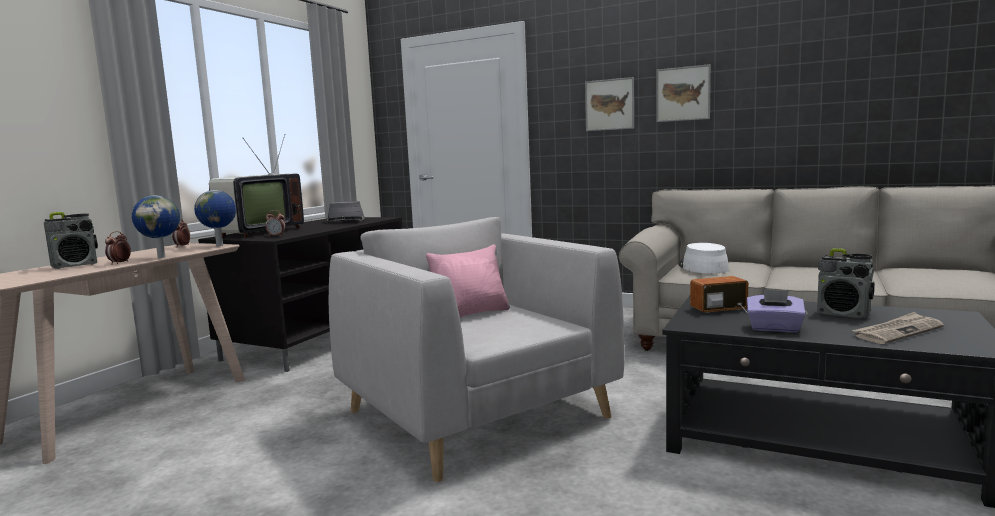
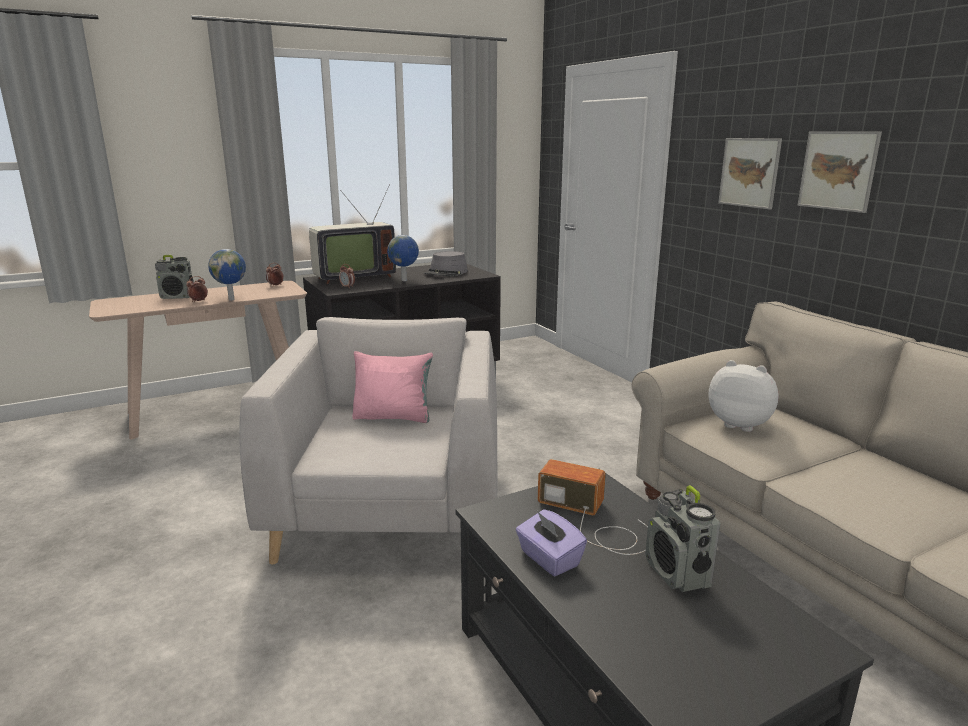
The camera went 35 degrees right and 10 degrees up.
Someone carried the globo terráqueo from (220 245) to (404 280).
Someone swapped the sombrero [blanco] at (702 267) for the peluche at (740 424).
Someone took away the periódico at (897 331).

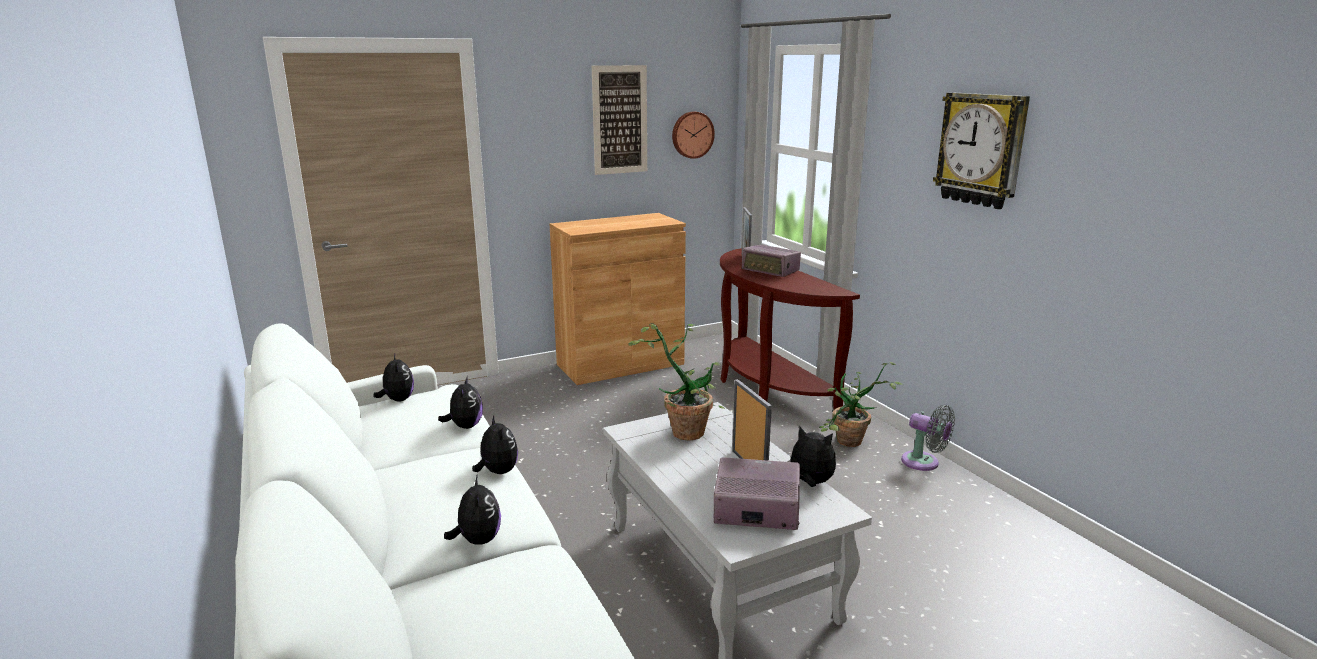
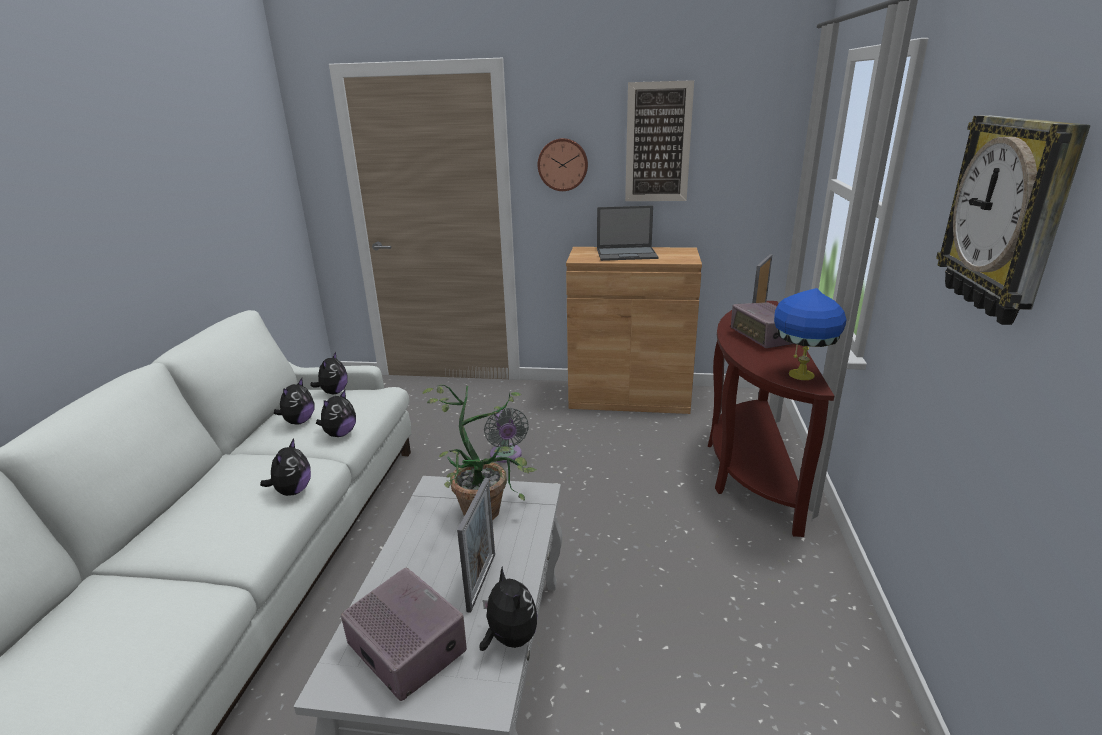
The camera went 35 degrees right and 5 degrees up.
Someone carried the reloj de pared from (692 134) to (563 164).
Someone took away the planta en maceta at (850 444).
Someone carried the ventilador [gris] from (924 463) to (506 456).
Someone carried the peluche from (478 540) to (299 421).
Someone put down the portátil at (627 254).
Someone put down the lámpara de mesa [azul] at (799 374).

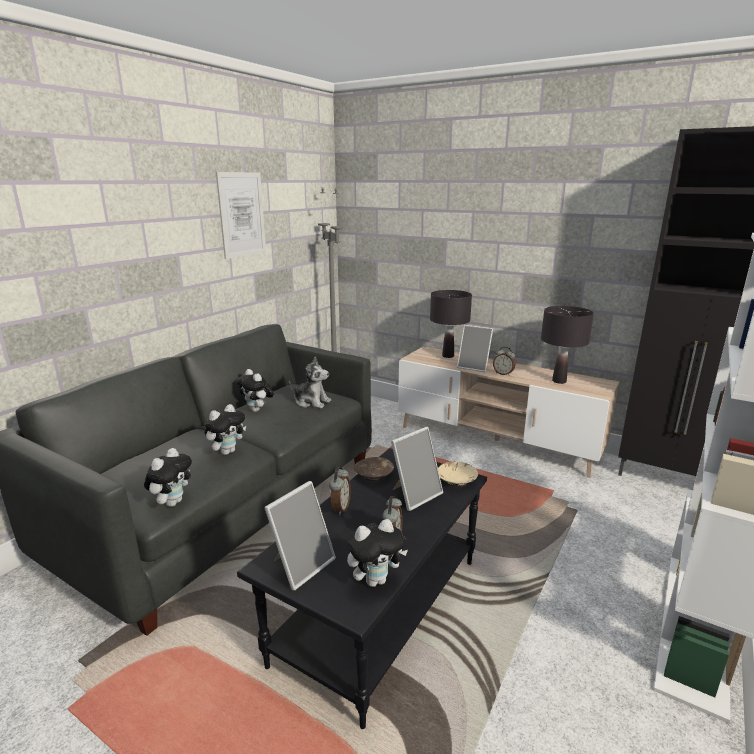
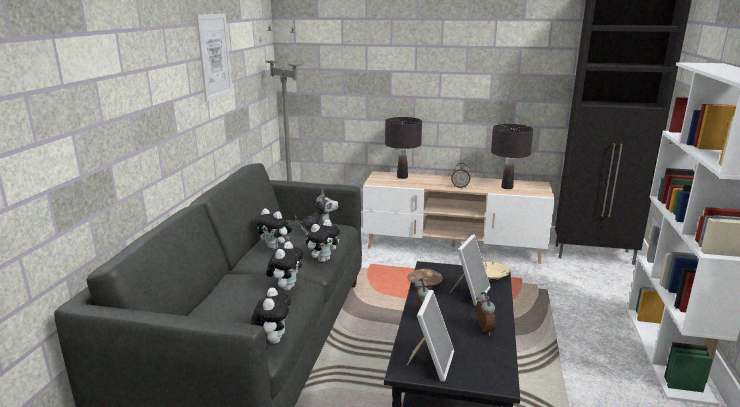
The camera went 20 degrees left and 0 degrees up.
Someone took away the portarretratos at (474 367).
Someone carried the peluche from (376 580) to (323 259).

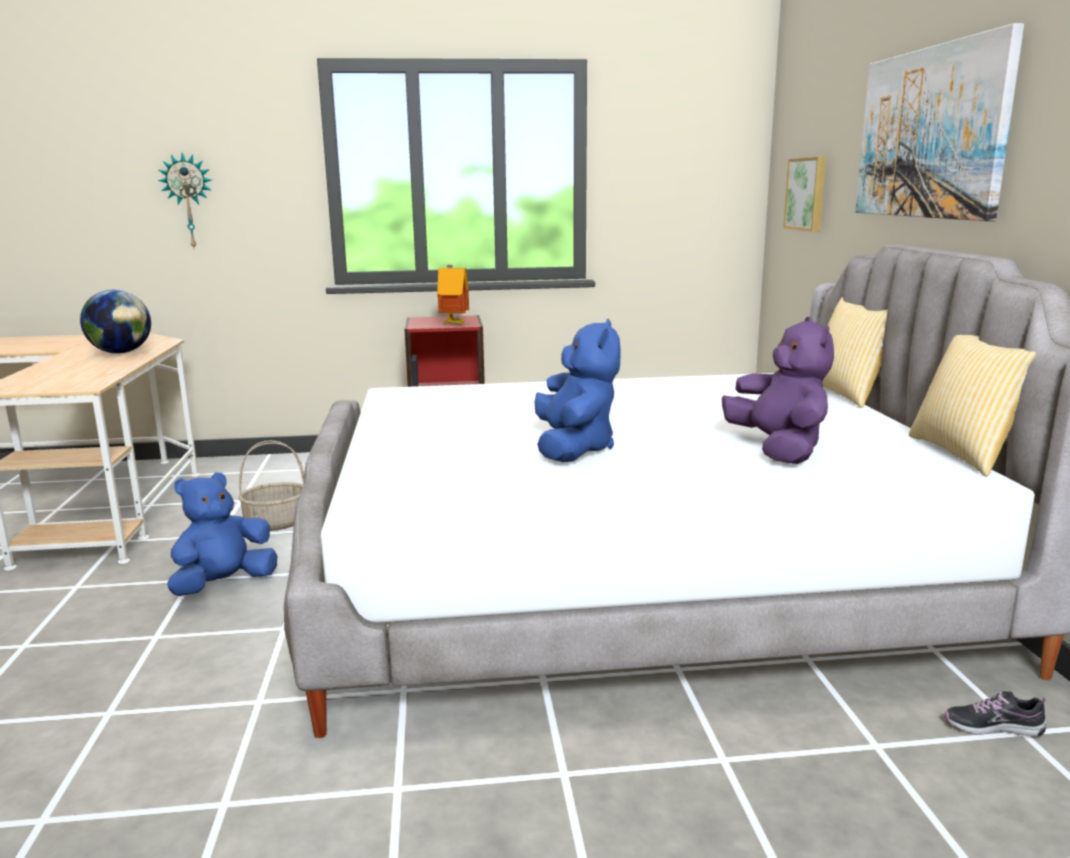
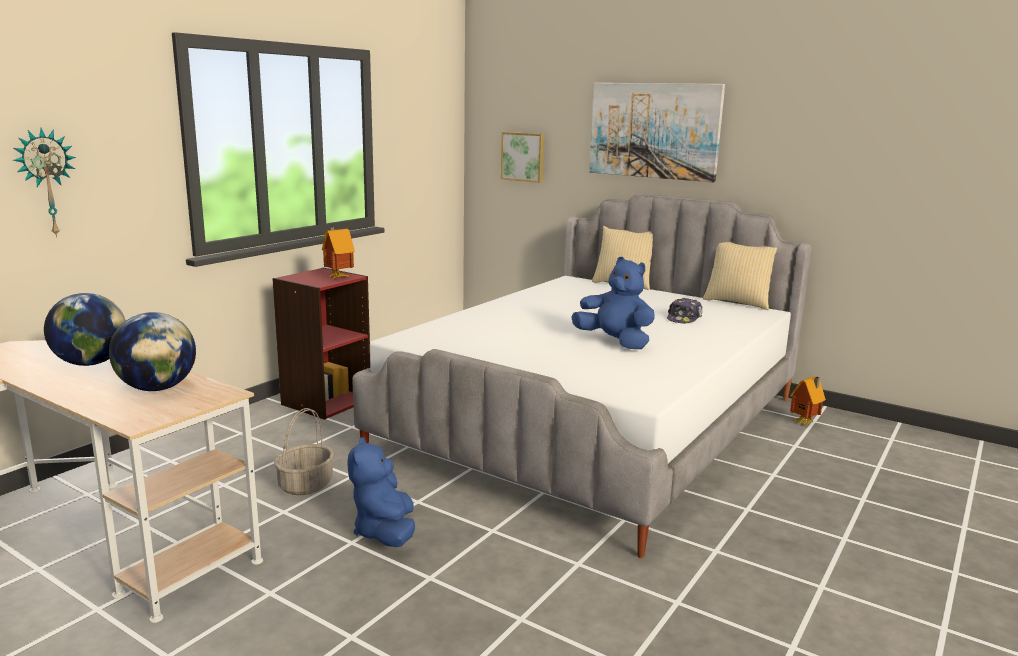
The camera went 50 degrees left and 0 degrees up.
Someone swapped the peluche [morado] at (778 450) for the gorra at (684 318).
Someone swapped the zapato at (992 727) for the casita at (805 423).
Someone put down the globo terráqueo at (157 388).

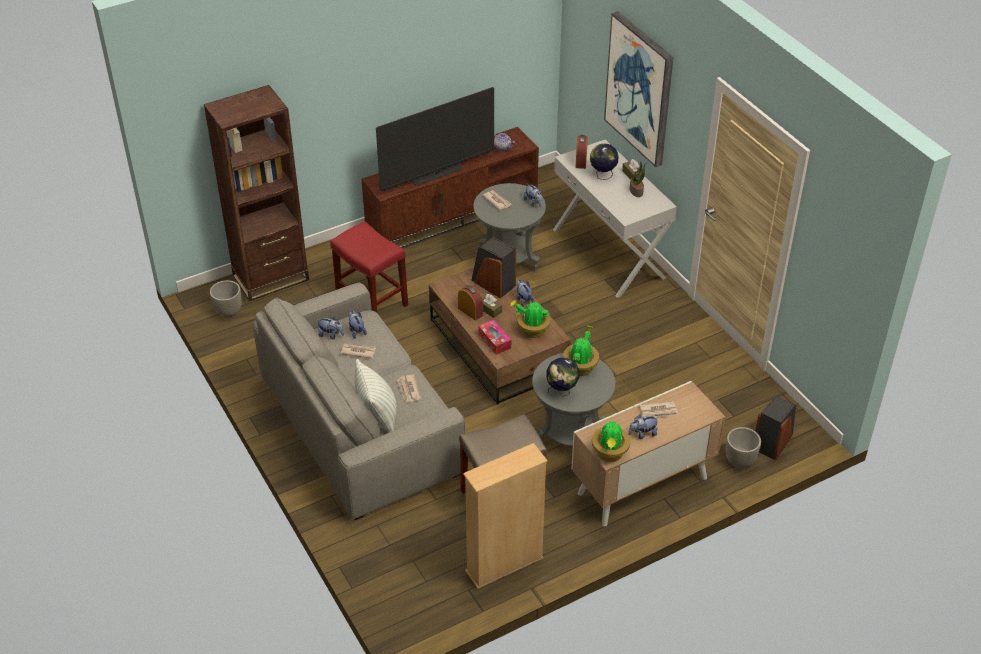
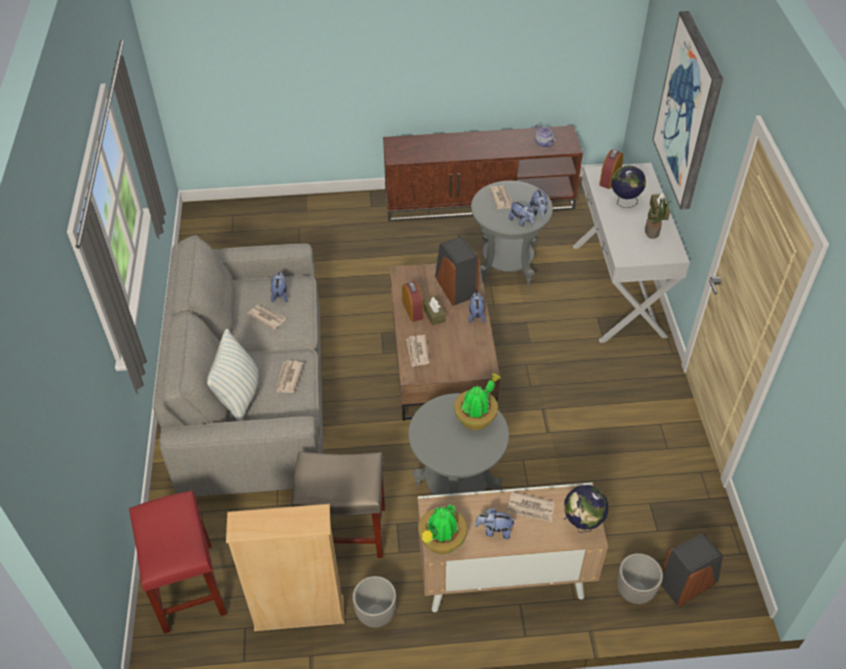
The camera went 25 degrees right and 5 degrees up.
Someone took away the estantería [marrón] at (271 278).
Someone took away the televisor at (437 174).
Someone carried the taburete [rojo] from (371 300) to (187 586).
Someone carried the maceta from (228 311) to (376 614).
Someone took away the planta en maceta at (532 330).
Someone carried the peluche from (331 335) to (521 222).
Someone swapped the caja de pañuelos at (494 341) for the periódico at (417 352).
Someone carried the globo terráqueo from (562 392) to (582 525).

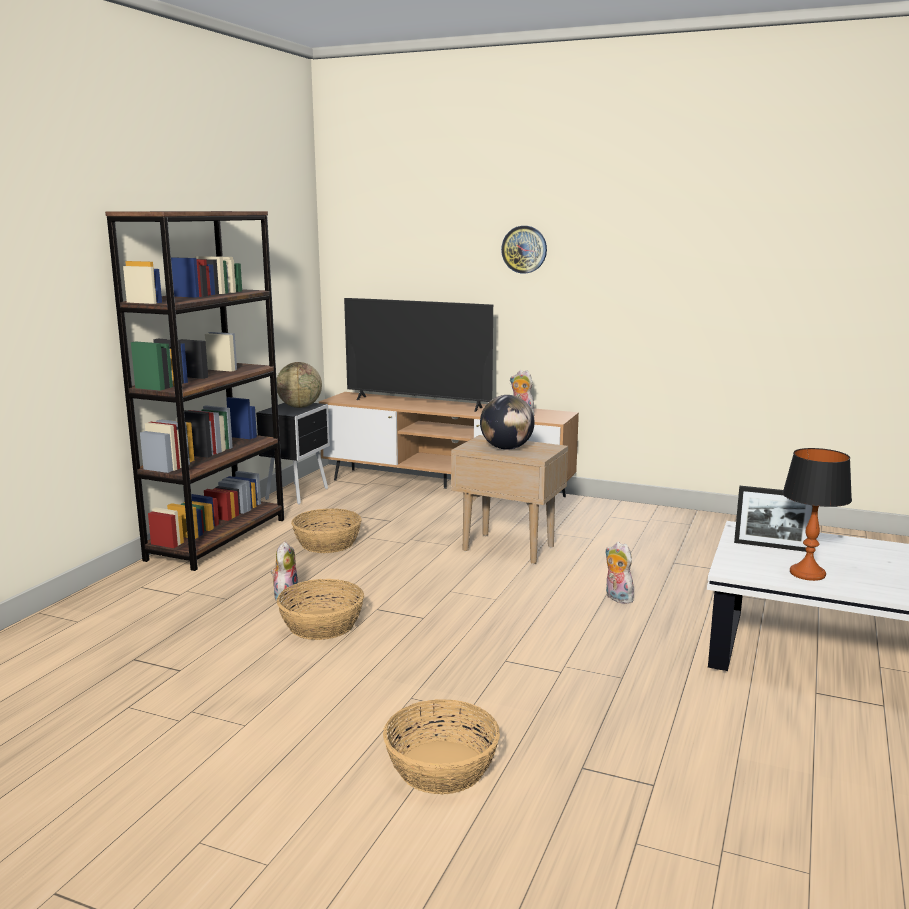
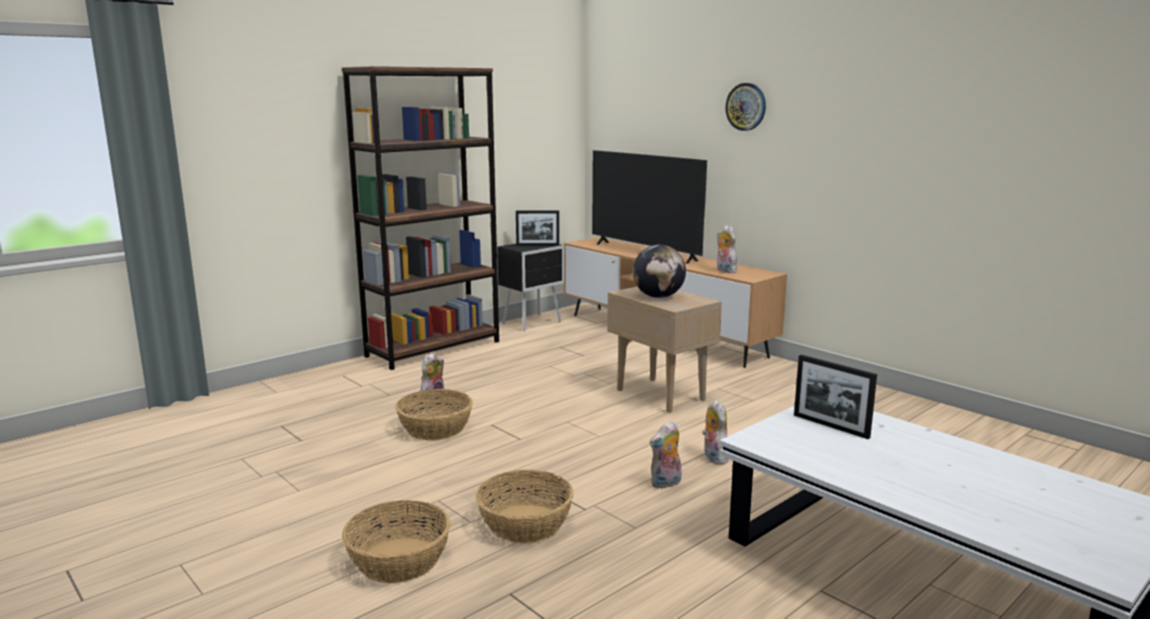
The camera went 25 degrees right and 0 degrees up.
Someone swapped the globo terráqueo at (300 407) for the portarretratos at (537 245).
Someone took away the lámpara de mesa at (807 574).
Someone carried the cesta from (327 543) to (526 523).
Someone put down the peluche at (666 483).

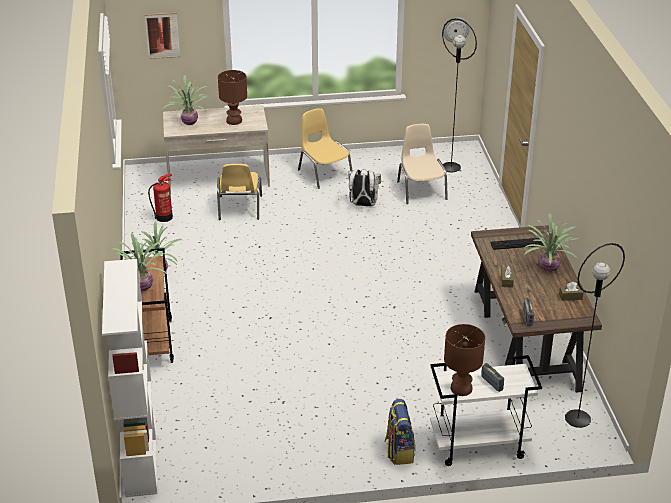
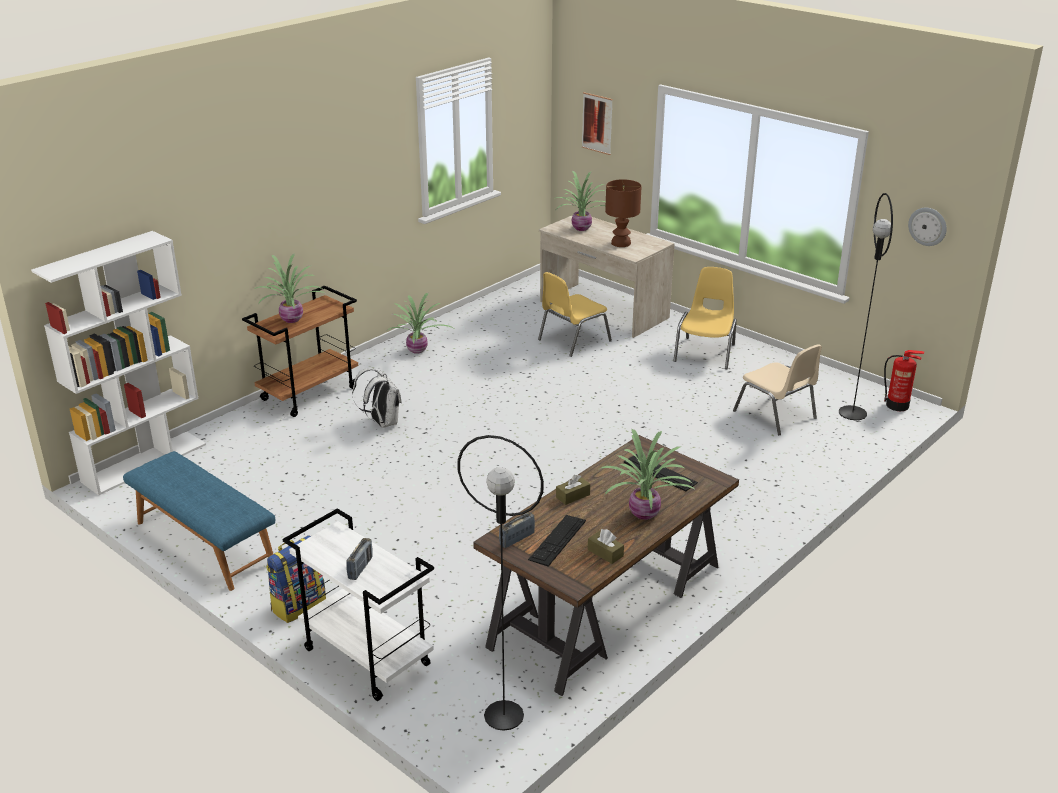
The camera went 50 degrees right and 5 degrees down.
Someone rotated the silla [beis] at (421 190) by 105 degrees clockwise.
Someone carried the mochila [blanco] from (363 204) to (382 422).
Someone carried the extintor from (164 217) to (898 405).
Someone took away the lámpara de mesa [marrón] at (461 389).
Someone put down the banco [azul] at (204 543).
Someone put down the teclado at (557 540).

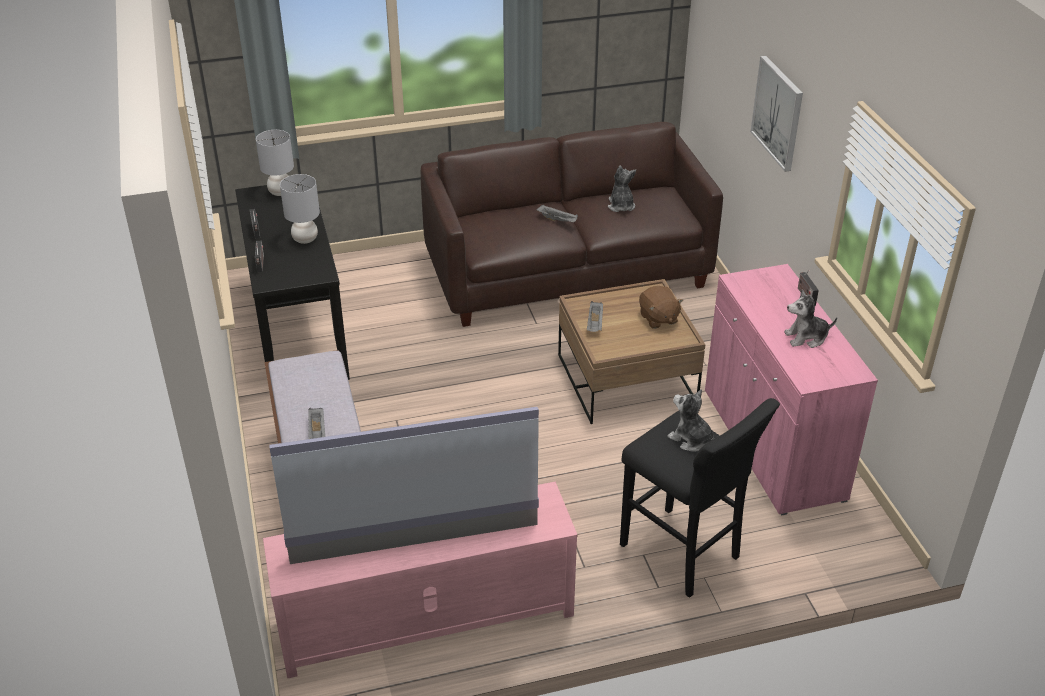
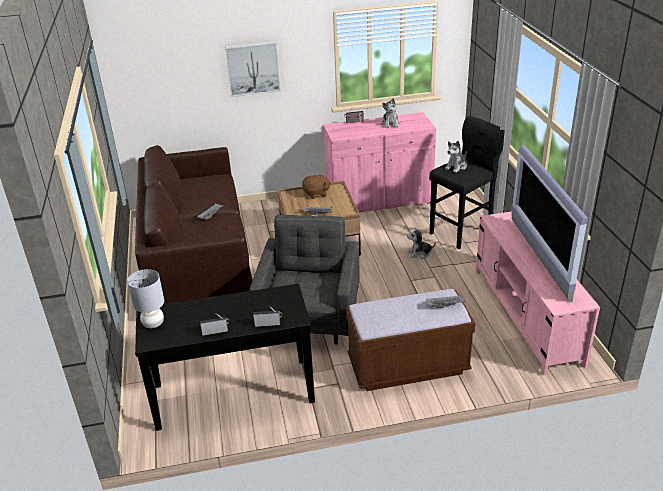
The camera went 85 degrees left and 5 degrees down.
Someone carried the peluche from (621 206) to (419 253).
Someone took away the lámpara de mesa [gris] at (305 239).
Someone put down the sillón [gris] at (310 317).

